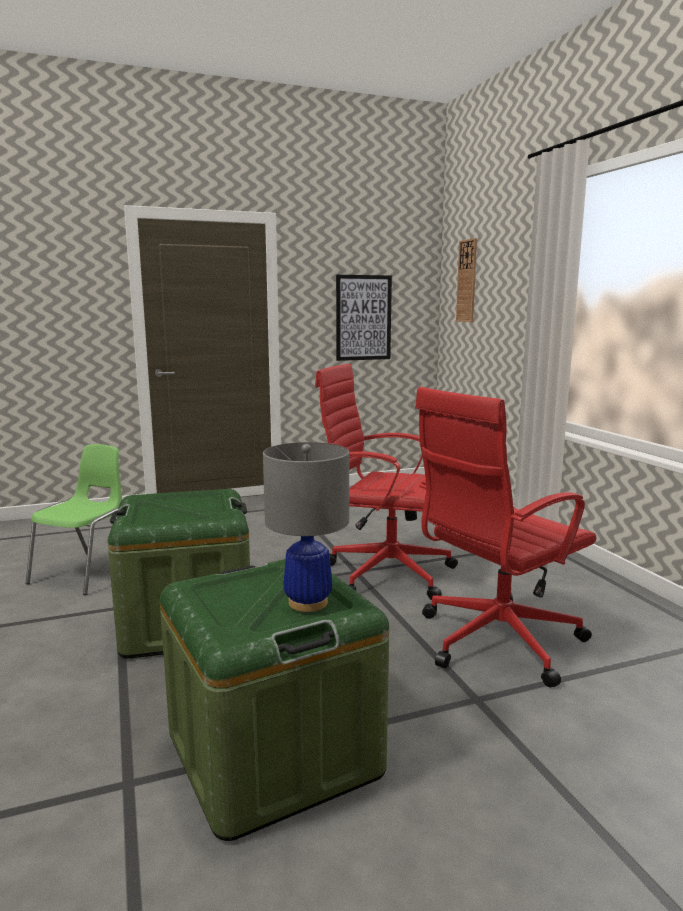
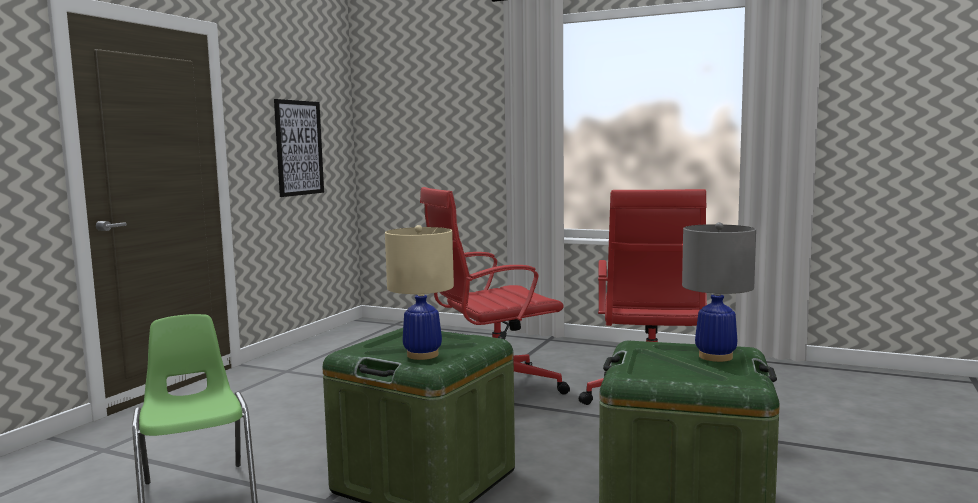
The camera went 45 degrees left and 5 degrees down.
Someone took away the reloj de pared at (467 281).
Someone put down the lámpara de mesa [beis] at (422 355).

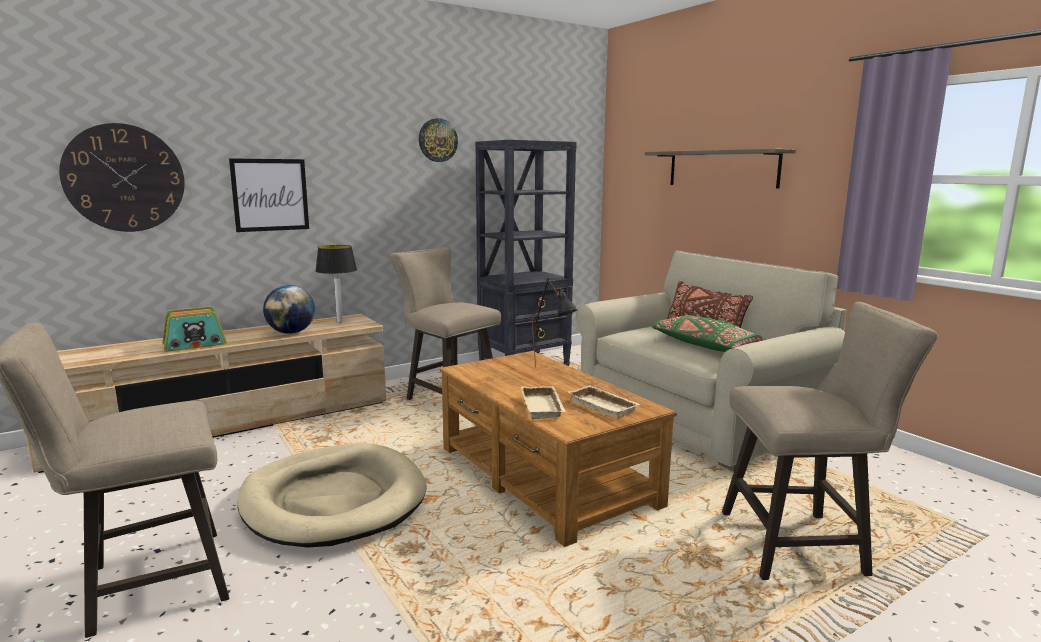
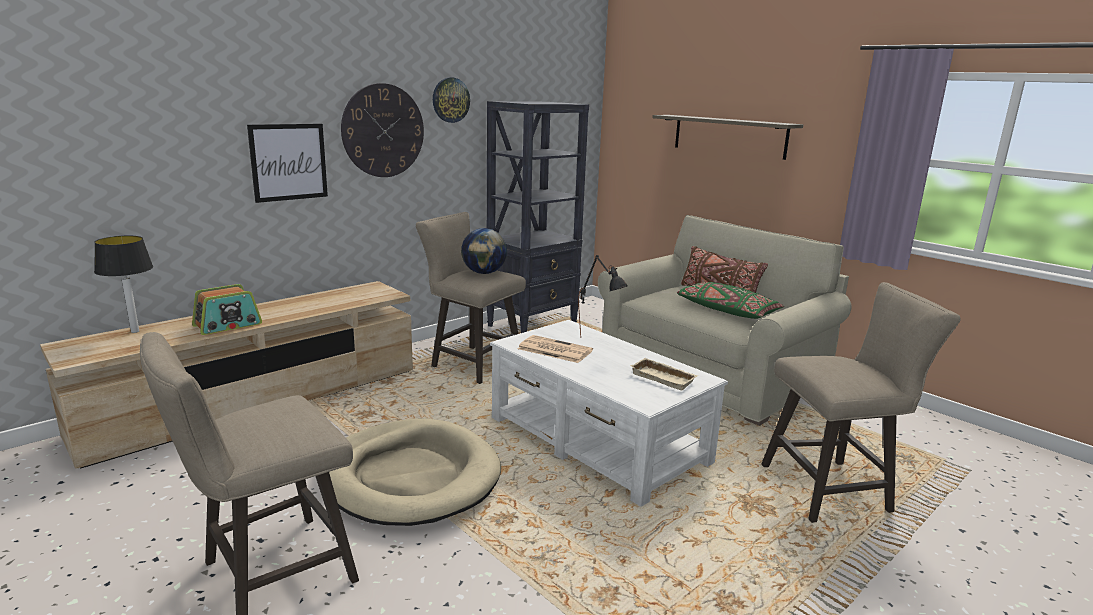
The camera went 10 degrees left and 5 degrees up.
Someone carried the reloj de pared from (124 178) to (383 131).
Someone carried the lámpara de mesa from (339 321) to (135 331).
Someone carried the globo terráqueo from (291 332) to (484 273).
Someone repainted the mesa de centro [marrón] at (544 476), which became the mesa de centro [blanco] at (597 440).
Someone took away the bandeja [beis] at (544 407).
Someone put down the periódico at (553 350).

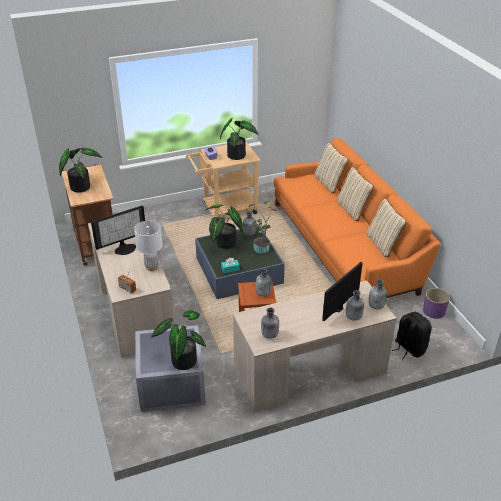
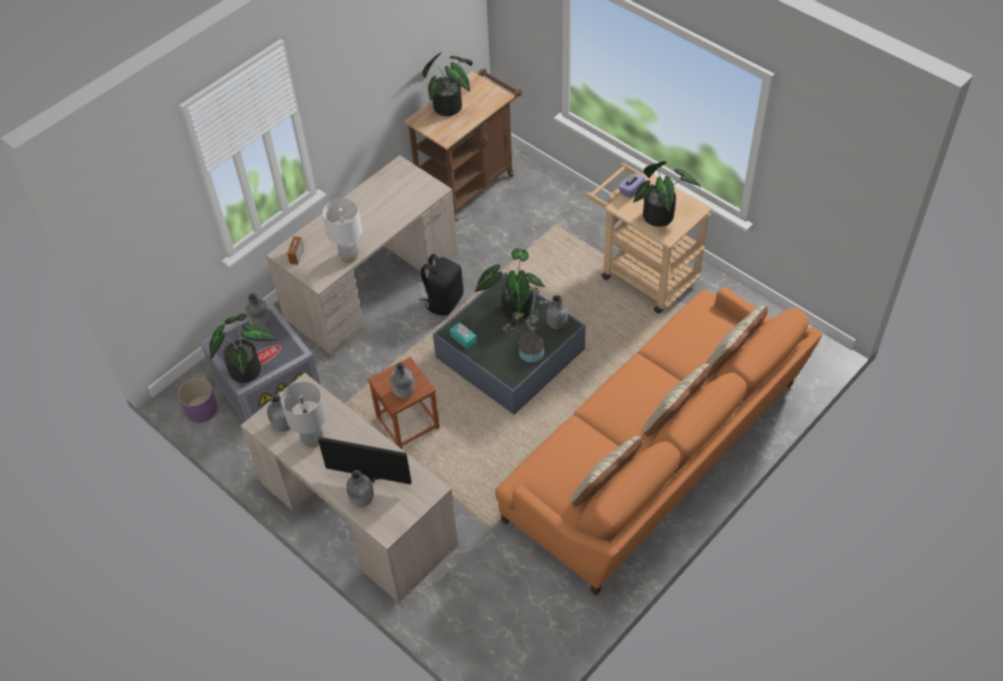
The camera went 65 degrees right and 15 degrees up.
Someone took away the monitor at (124 248).
Someone carried the botella [gris] from (376 306) to (260 323).
Someone carried the maceta [morado] from (434 311) to (201 409).
Someone carried the mochila [negro] from (409 348) to (443 301).
Someone put down the lámpara de mesa [gris] at (312 440).

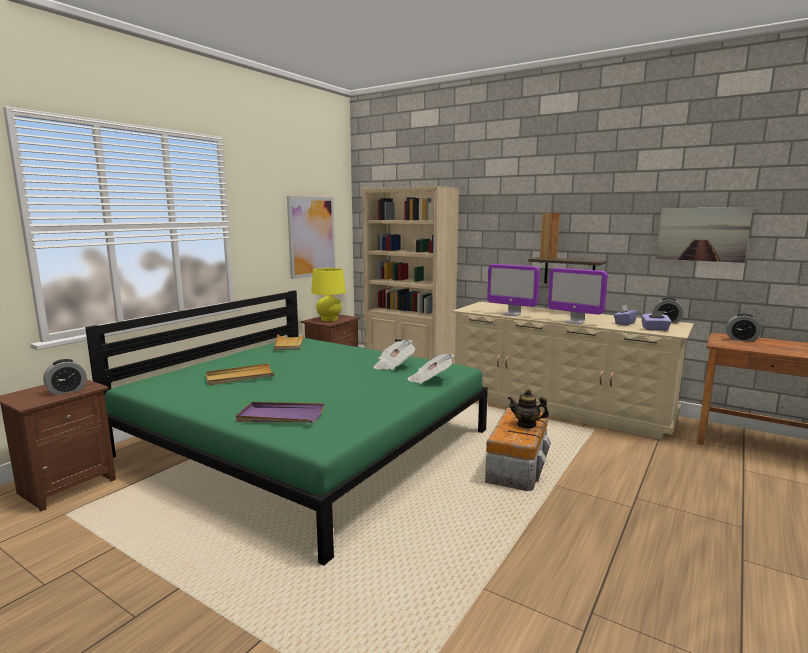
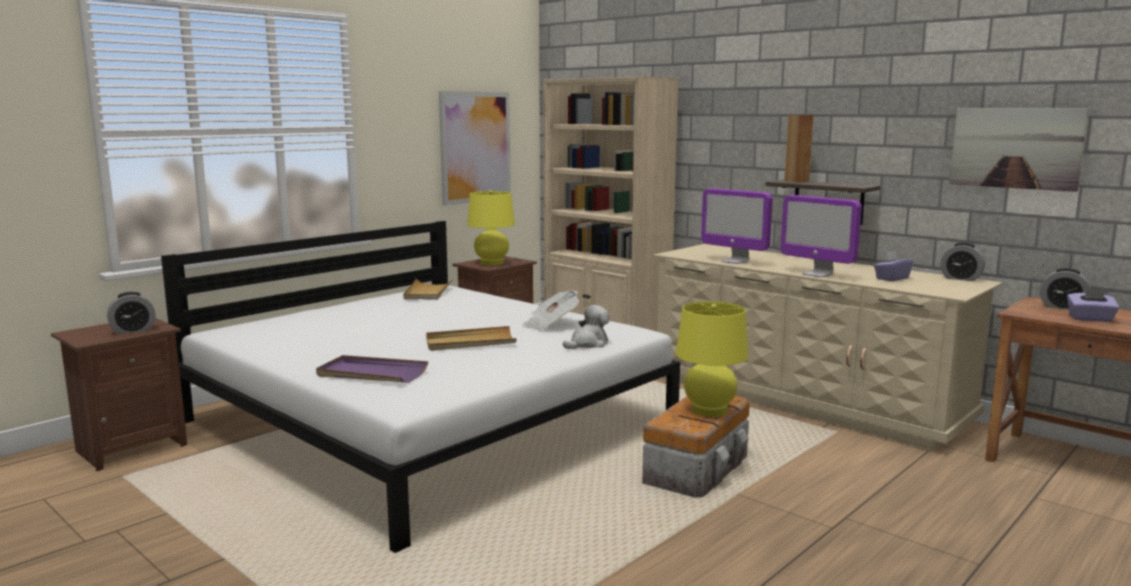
The camera went 10 degrees right and 0 degrees up.
Someone repainted the cama [verde] at (306 443), which became the cama [blanco] at (429 422).
Someone carried the caja de pañuelos [morado] from (655 329) to (1090 319).
Someone swapped the periódico at (430 380) for the peluche at (588 344).
Someone carried the bandeja [beis] from (240 377) to (470 342).
Someone swapped the tetera at (526 425) for the lámpara de mesa [amarillo] at (709 410).

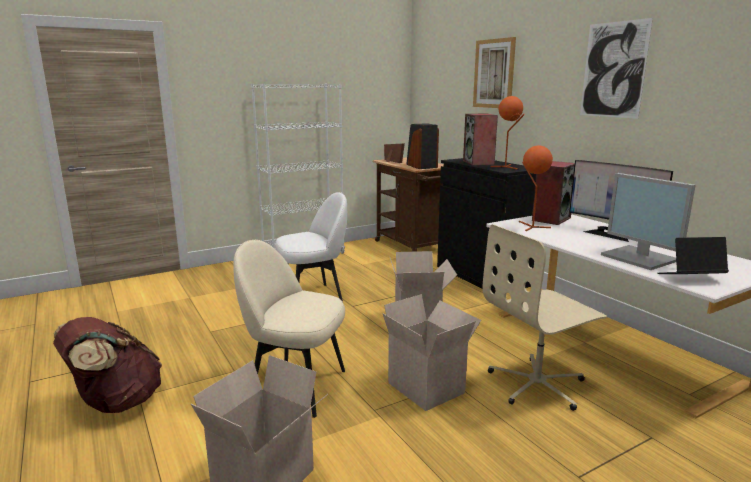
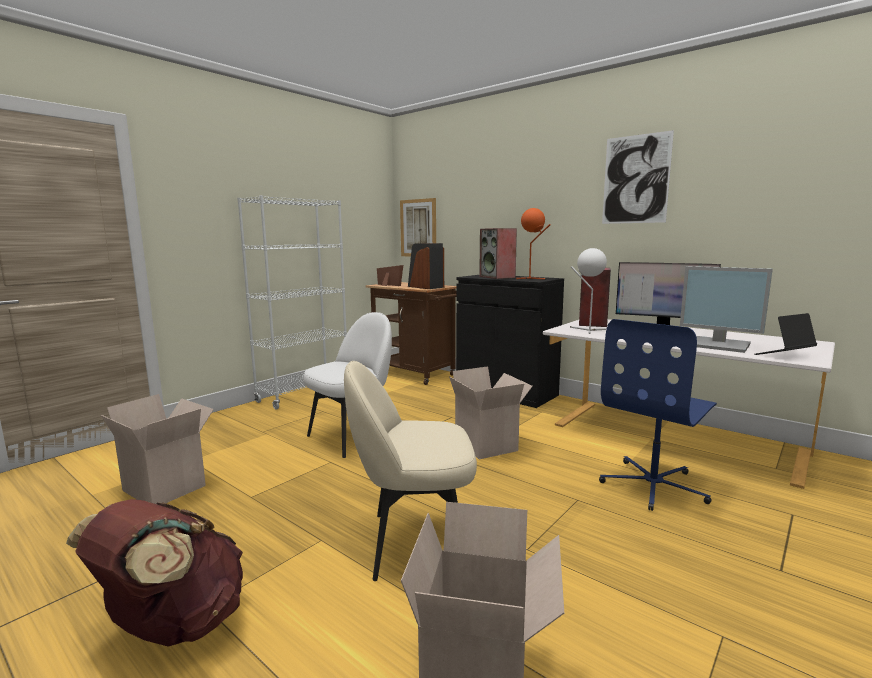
The camera went 20 degrees left and 5 degrees down.
Someone carried the cuadro from (494 74) to (418 228).
Someone repainted the lámpara de mesa [naranja] at (530 226), which became the lámpara de mesa [blanco] at (587 330).
Someone repainted the silla de oficina [beis] at (537 384), which became the silla de oficina [azul] at (654 485).
Someone carried the caja de cartón from (428 388) to (167 487).

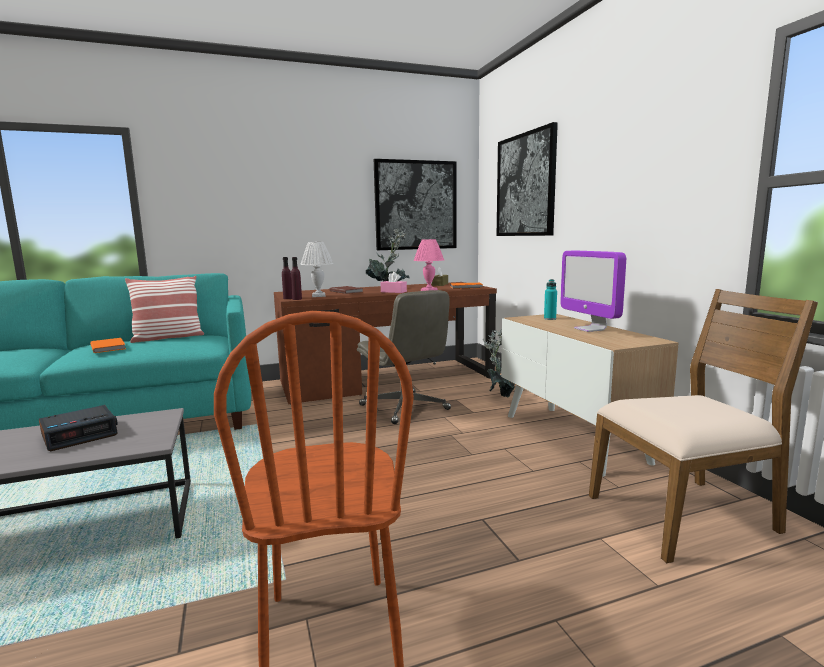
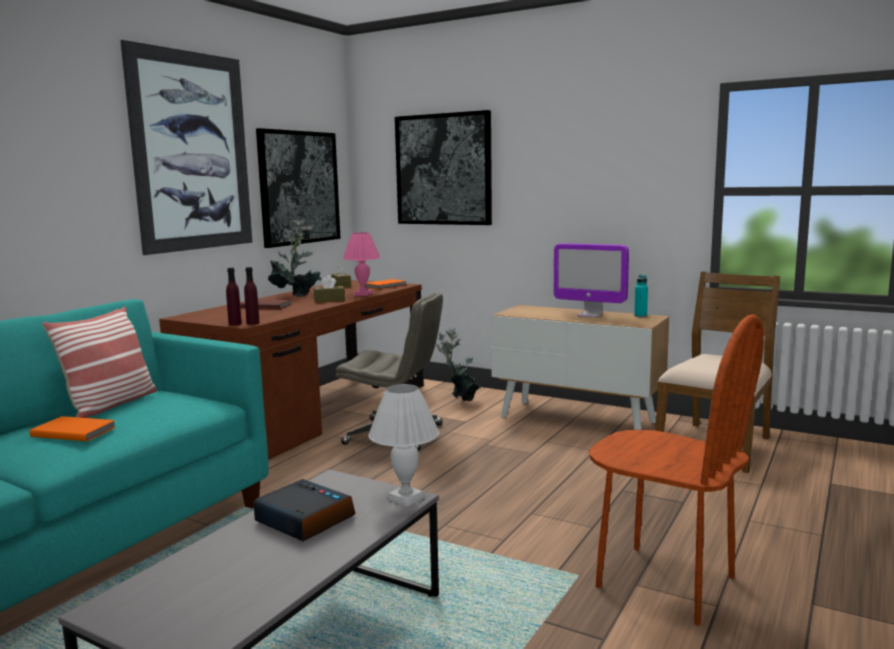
The camera went 40 degrees left and 0 degrees up.
Someone carried the lámpara de mesa [blanco] from (319 296) to (407 498).
Someone repainted the caja de pañuelos [rosa] at (393 292), which became the caja de pañuelos [marrón] at (329 300).
Someone carried the botella [turquesa] from (550 319) to (640 316).
Someone rotated the despertador at (80 434) by 60 degrees counterclockwise.
Someone put up the cuadro at (192 152).

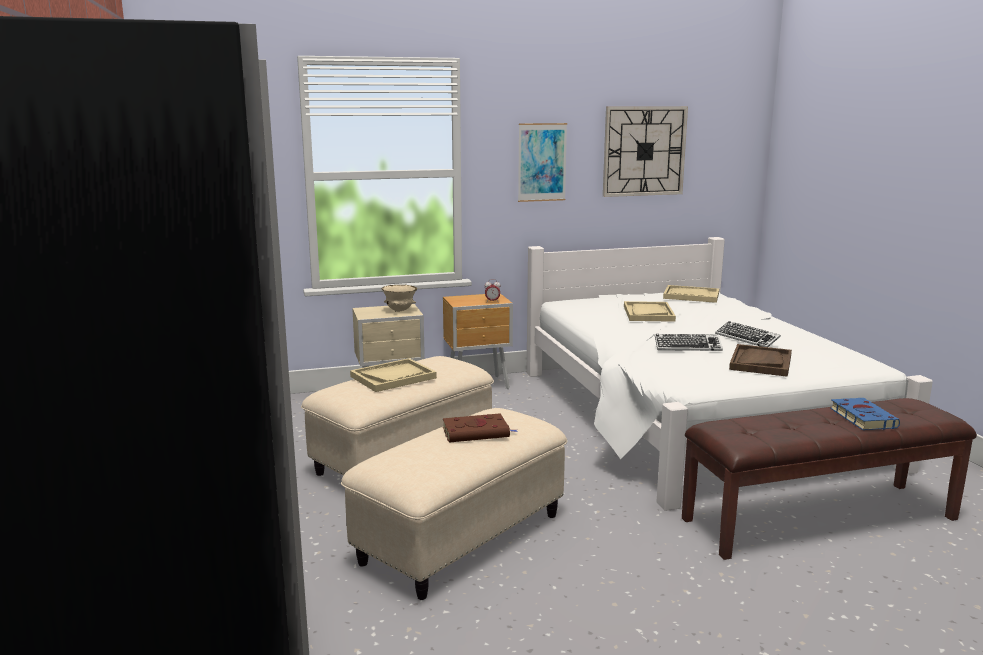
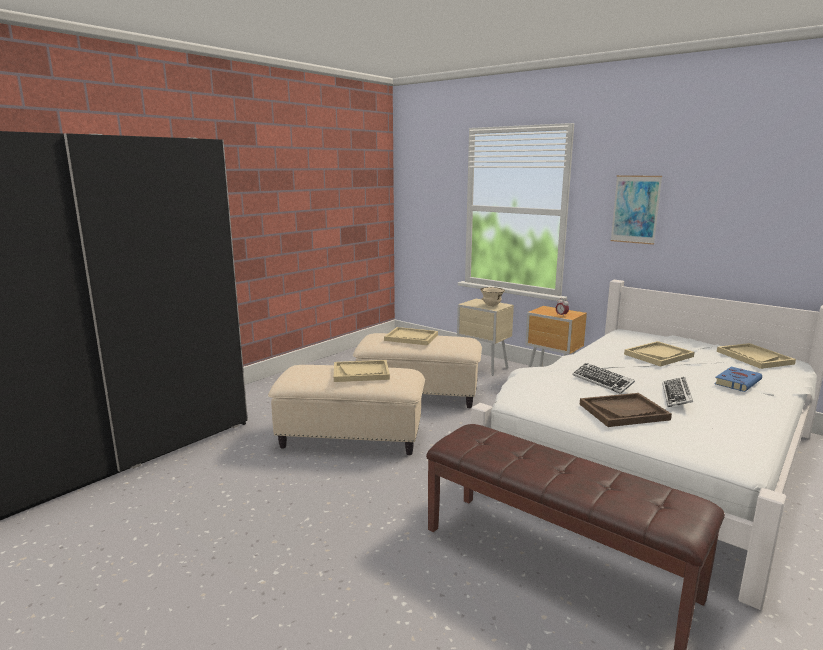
The camera went 55 degrees right and 0 degrees up.
Someone took away the reloj de pared at (644 151).
Someone carried the libro [azul] from (861 417) to (737 382).
Someone swapped the libro [marrón] at (477 432) for the bandeja [beis] at (361 373).

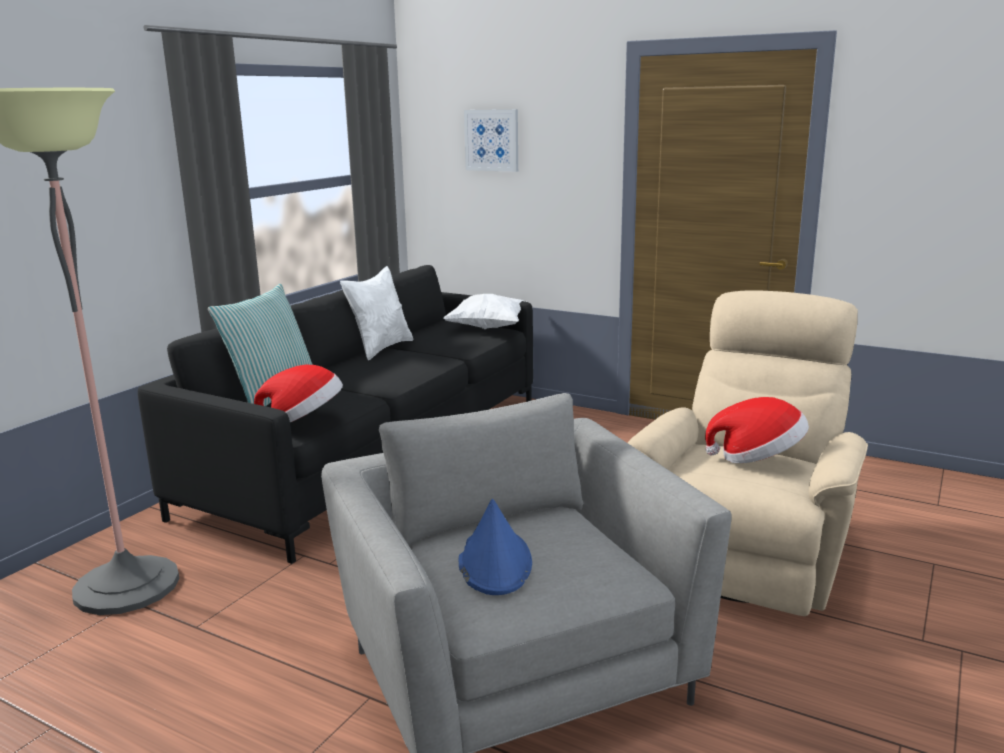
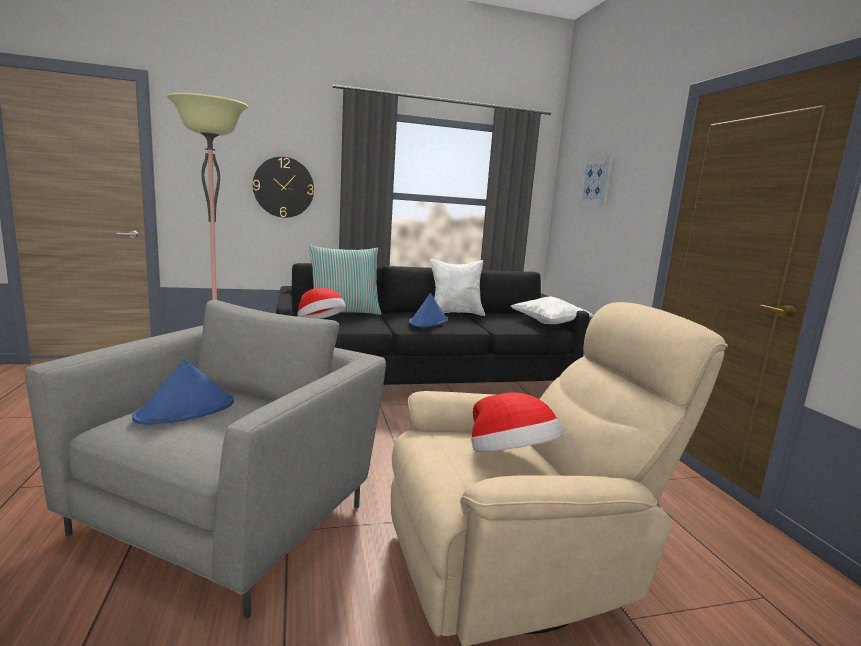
The camera went 45 degrees right and 5 degrees down.
Someone put up the reloj de pared at (283 187).
Someone put down the sombrero [azul] at (428 322).

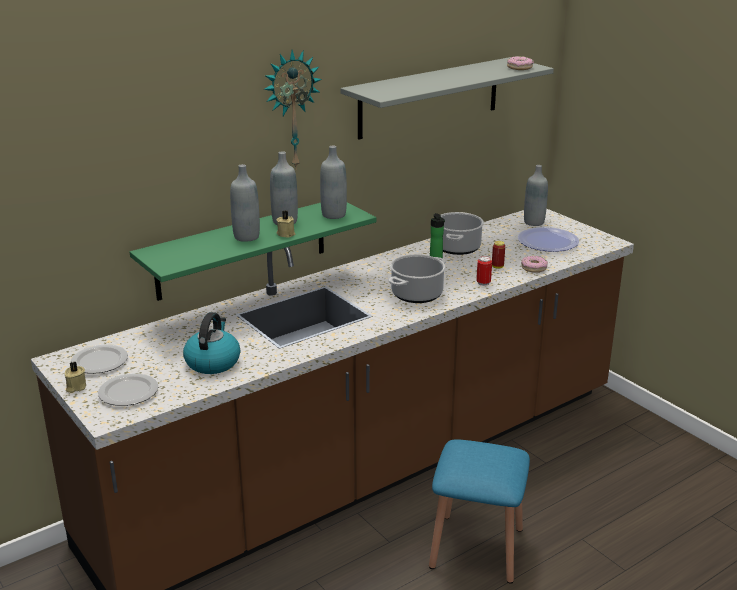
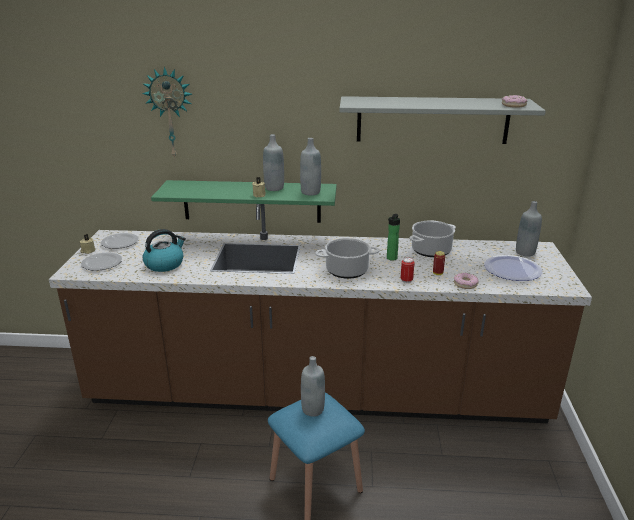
The camera went 40 degrees right and 0 degrees up.
Someone carried the reloj de pared from (291 109) to (170 113).
Someone carried the botella [gris] from (246 237) to (313 409).

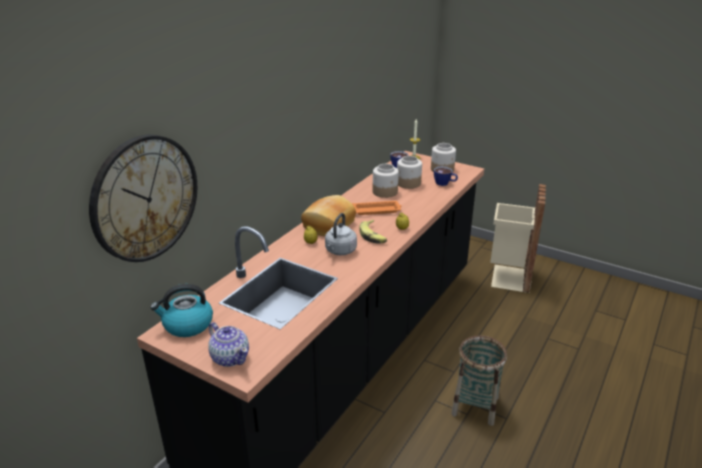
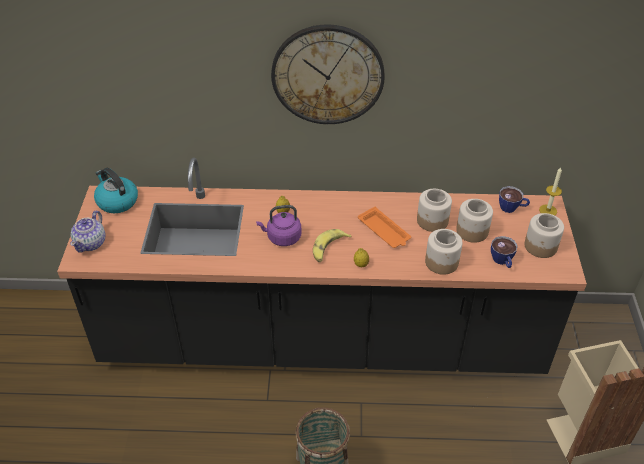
The camera went 60 degrees right and 15 degrees up.
Someone carried the reloj de pared from (145 198) to (327 75).
Someone took away the pan at (327 225).
Someone repainted the hervidor [gris] at (340 251), which became the hervidor [morado] at (282 238).
Someone put down the tarro at (442 262).

